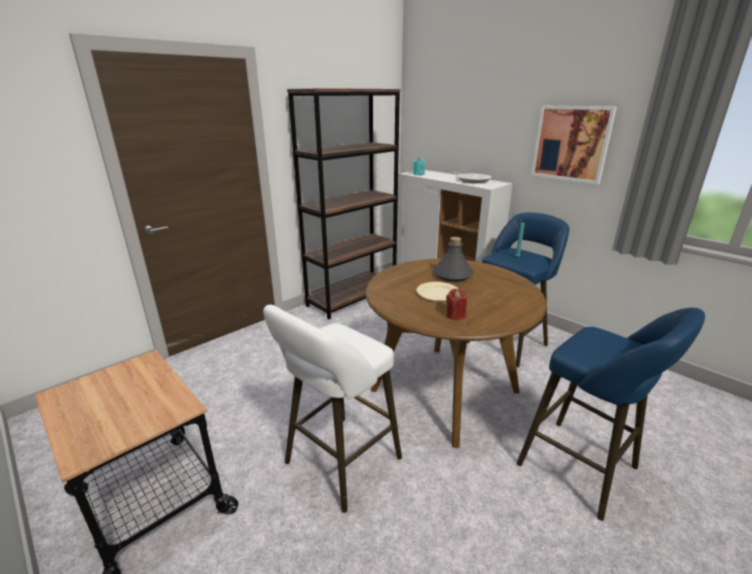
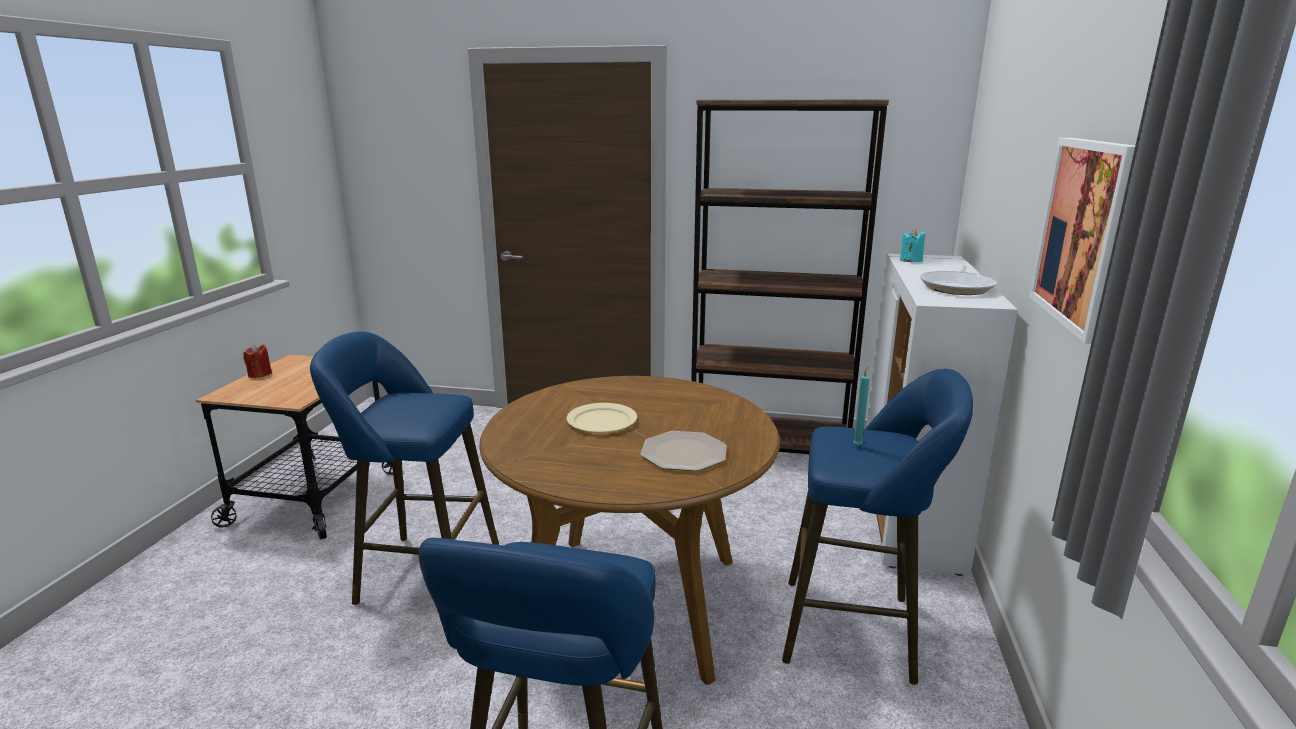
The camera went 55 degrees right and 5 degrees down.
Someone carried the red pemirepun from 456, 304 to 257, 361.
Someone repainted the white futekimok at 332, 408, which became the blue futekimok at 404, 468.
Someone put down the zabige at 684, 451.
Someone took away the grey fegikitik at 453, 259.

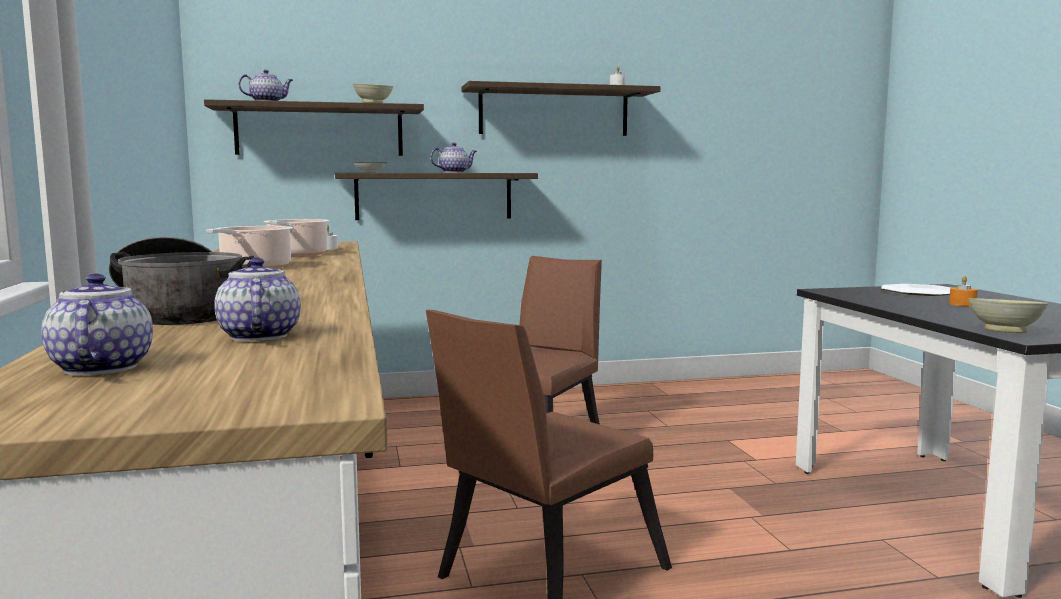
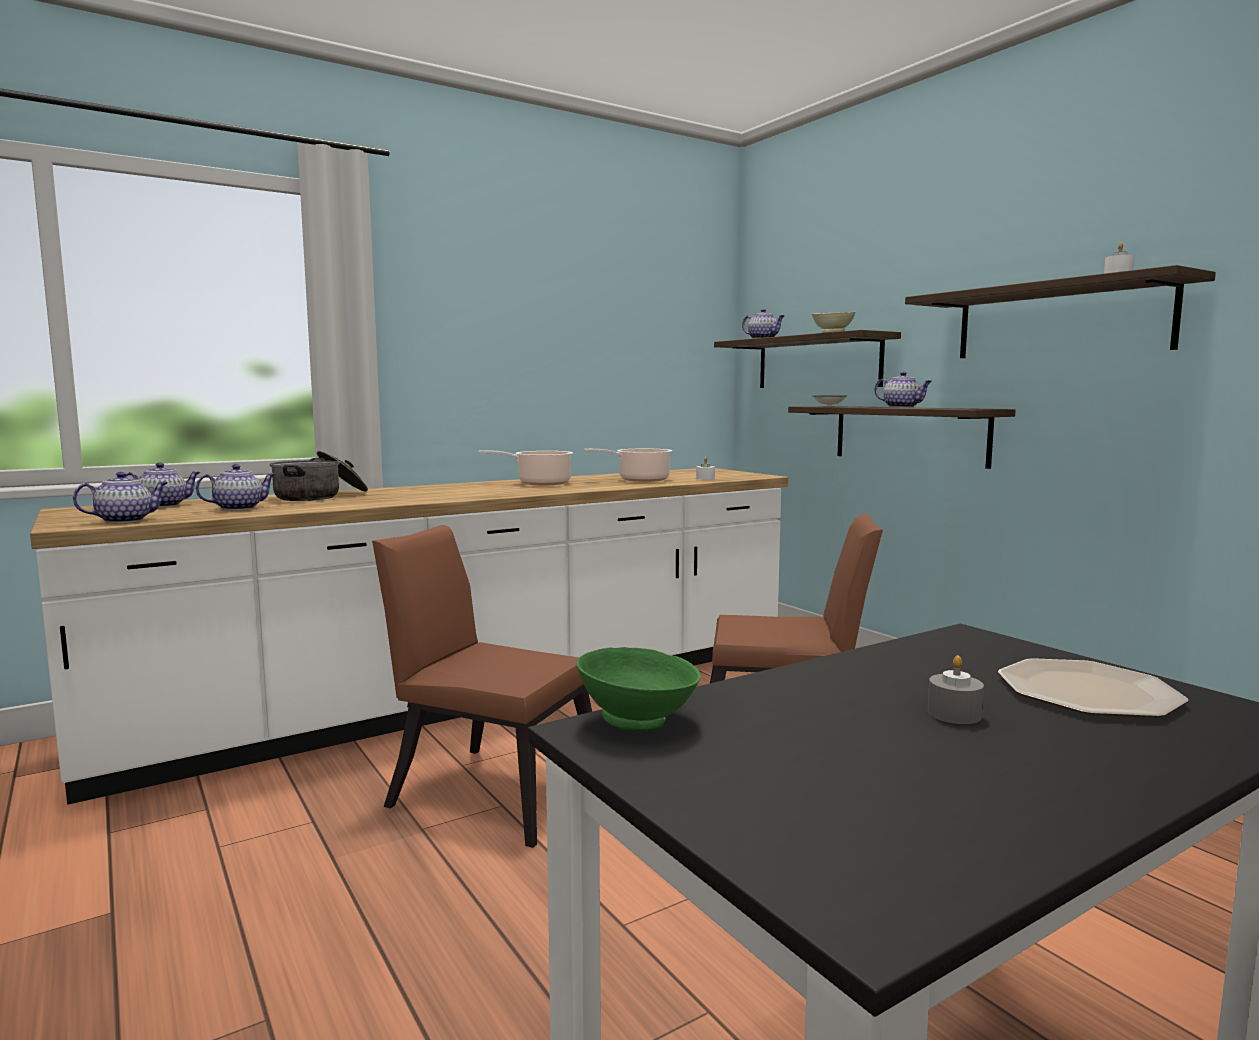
The camera went 70 degrees right and 0 degrees up.
Someone put down the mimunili at 120, 497.
Someone repainted the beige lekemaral at 1008, 315, which became the green lekemaral at 638, 689.
Someone repainted the orange pemirepun at 963, 291, which became the grey pemirepun at 956, 689.

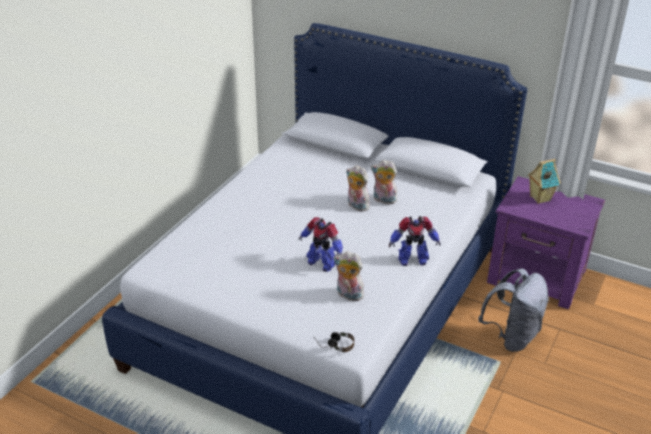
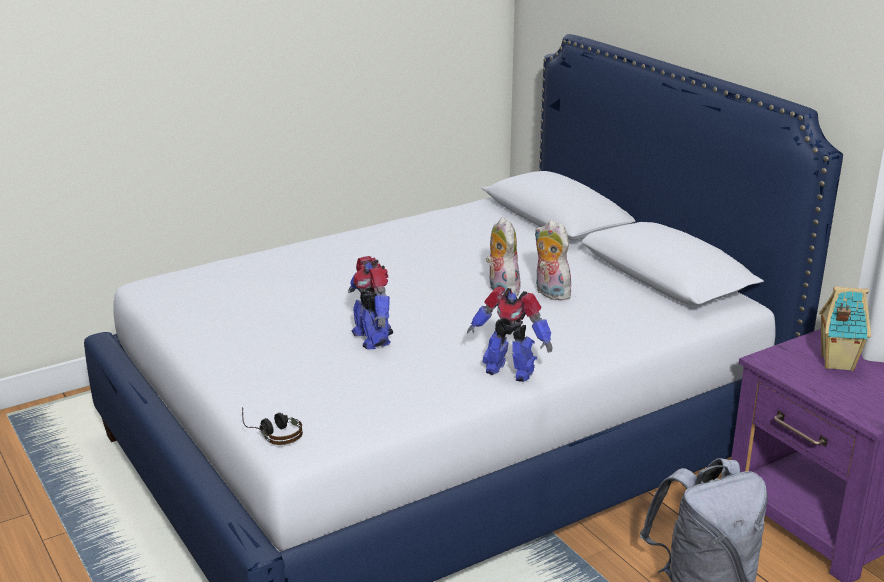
The camera went 30 degrees right and 10 degrees down.
Someone took away the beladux at 349, 276.

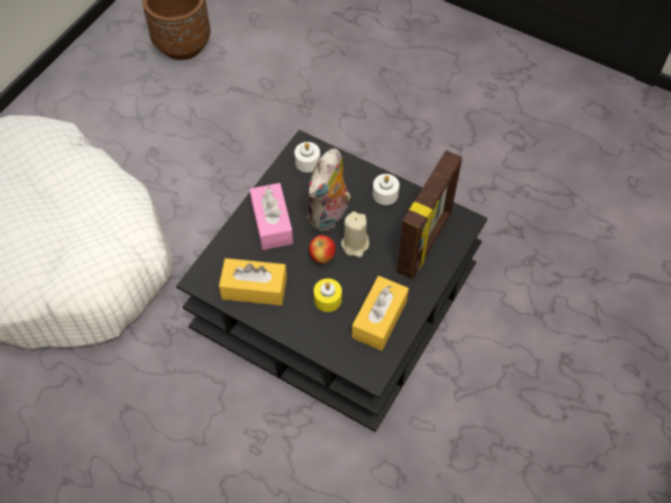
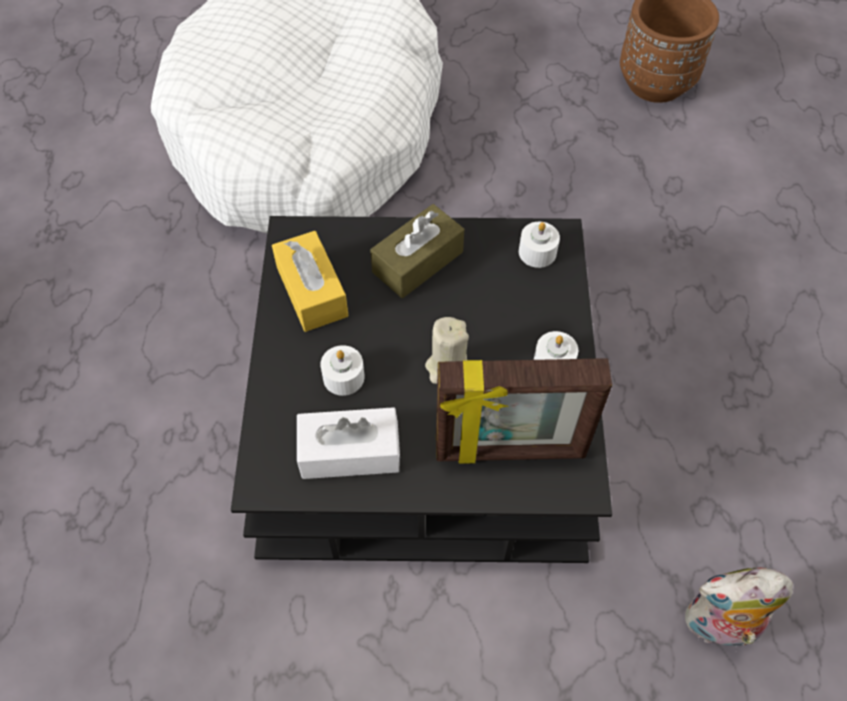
The camera went 60 degrees right and 0 degrees up.
Someone repainted the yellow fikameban at 380, 313, which became the white fikameban at 348, 443.
Someone repainted the yellow pemirepun at 328, 295, which became the white pemirepun at 343, 370.
Someone repainted the pink fikameban at 271, 216, which became the brown fikameban at 417, 251.
Someone carried the beladux from 329, 190 to 739, 607.
Someone took away the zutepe at 322, 249.

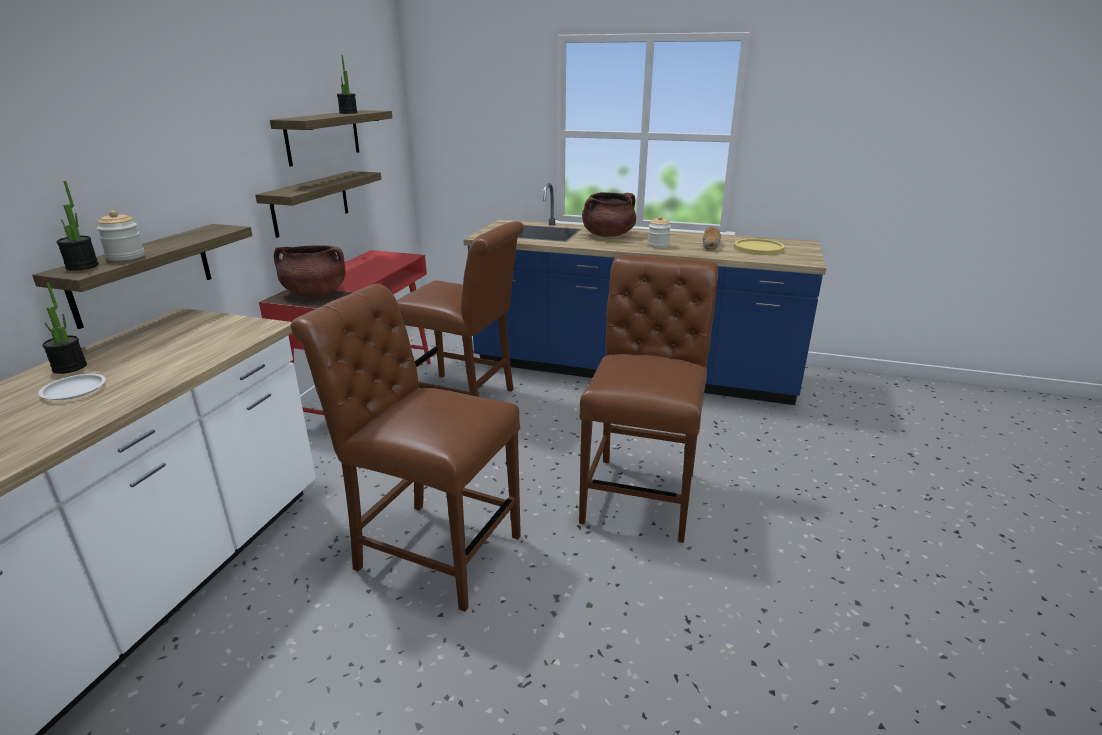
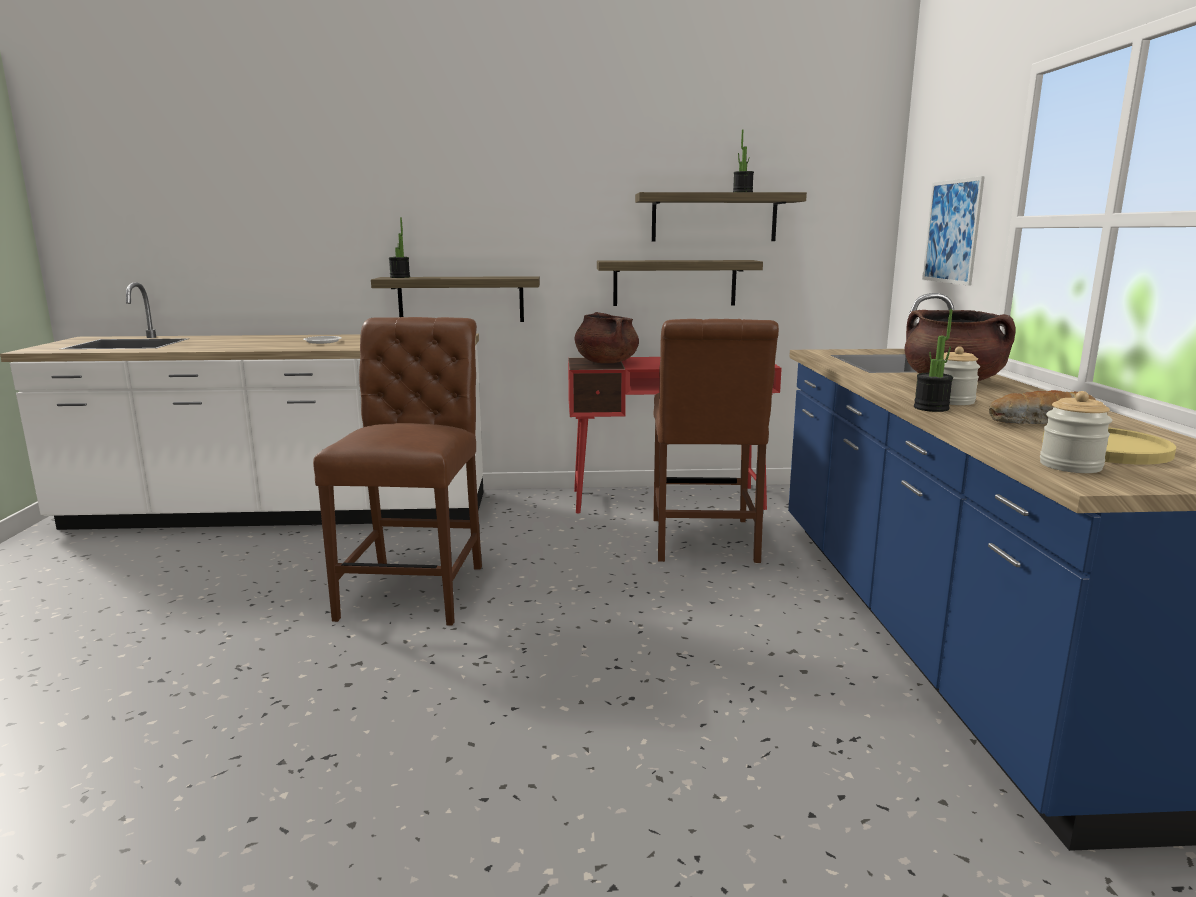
The camera went 70 degrees right and 10 degrees down.
Someone carried the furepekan from 65, 328 to 933, 360.
Someone put up the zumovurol at 953, 231.
Someone carried the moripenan from 121, 235 to 1076, 432.
Someone took away the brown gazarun at 648, 398.

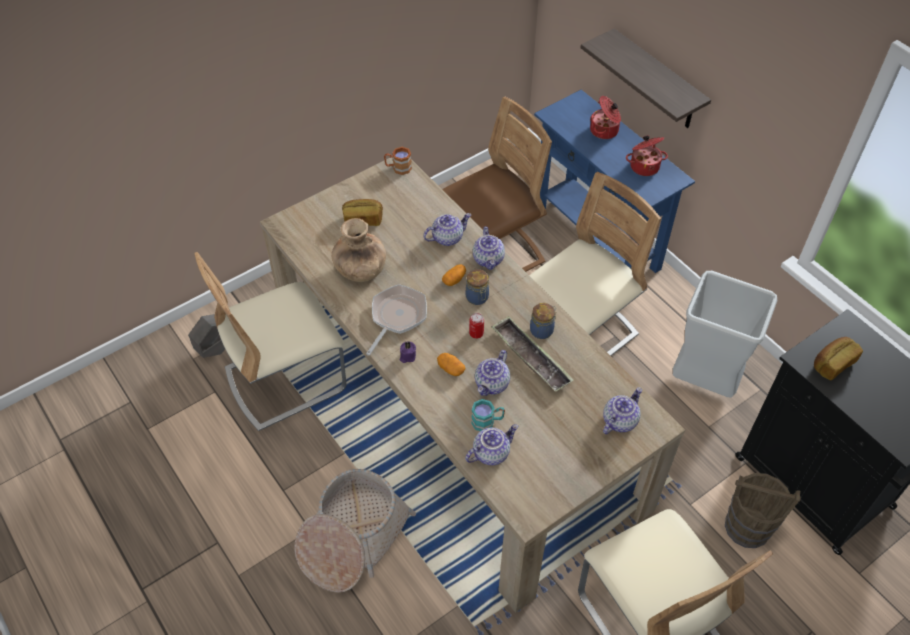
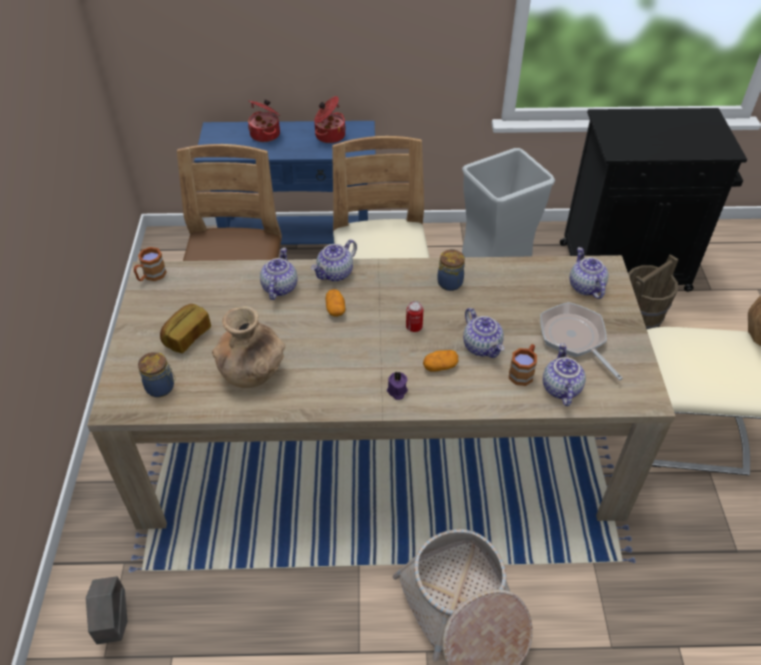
The camera went 55 degrees left and 5 degrees down.
Someone carried the moripenan from 477, 287 to 157, 374.
Someone rotated the mimunili at 489, 248 by 105 degrees clockwise.
Someone repainted the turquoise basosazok at 488, 415, which became the brown basosazok at 523, 365.
Someone carried the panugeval from 396, 320 to 581, 341.
Someone took away the beige gazarun at 270, 341.
Someone took away the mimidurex at 532, 354.
Someone took away the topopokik at 645, 78.
Someone took away the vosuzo at 838, 359.

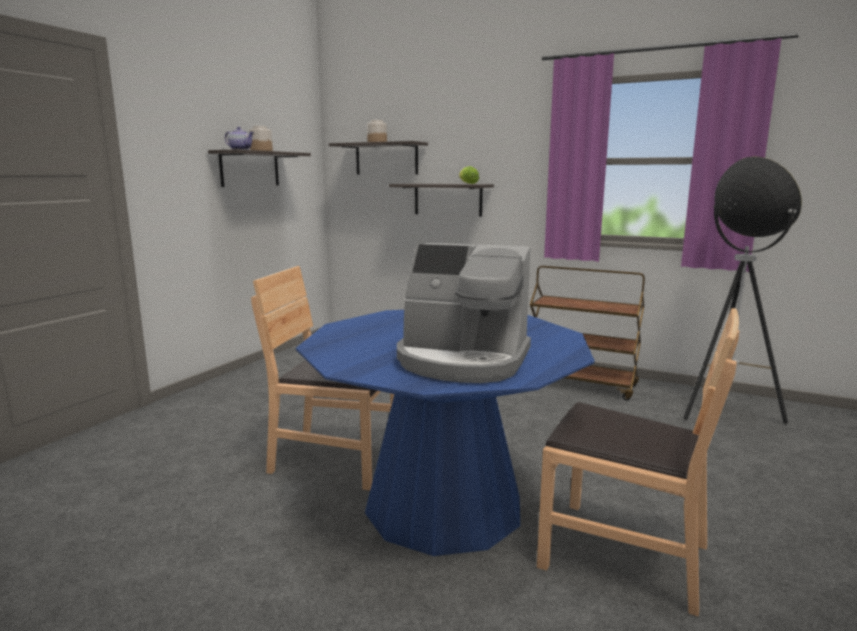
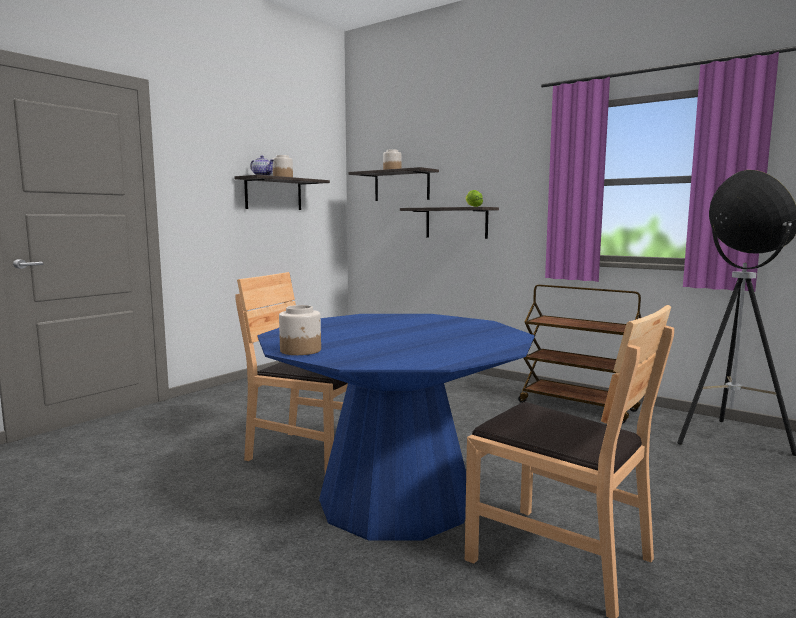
The camera went 10 degrees right and 5 degrees down.
Someone put down the moripenan at 300, 330.
Someone took away the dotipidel at 464, 313.

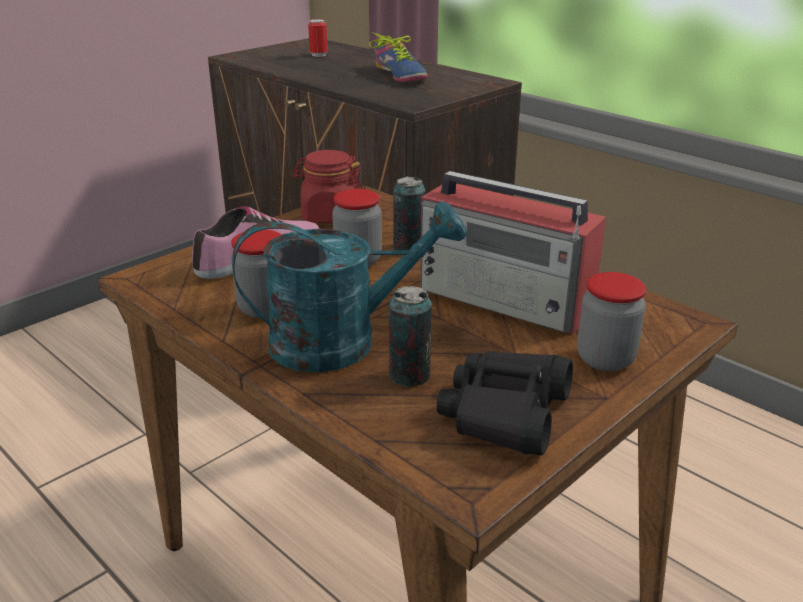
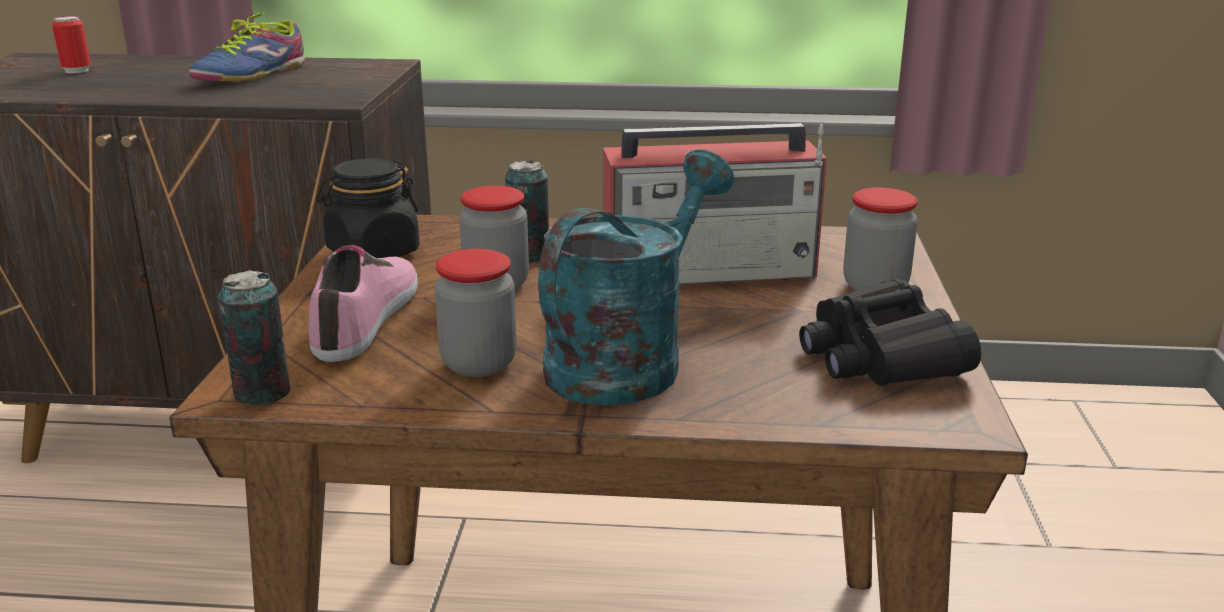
The camera went 40 degrees left and 5 degrees down.
Someone rotated the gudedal at 398, 57 by 90 degrees clockwise.
Someone carried the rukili from 410, 336 to 253, 337.
Someone repainted the red moripenan at 327, 186, which became the black moripenan at 368, 208.

